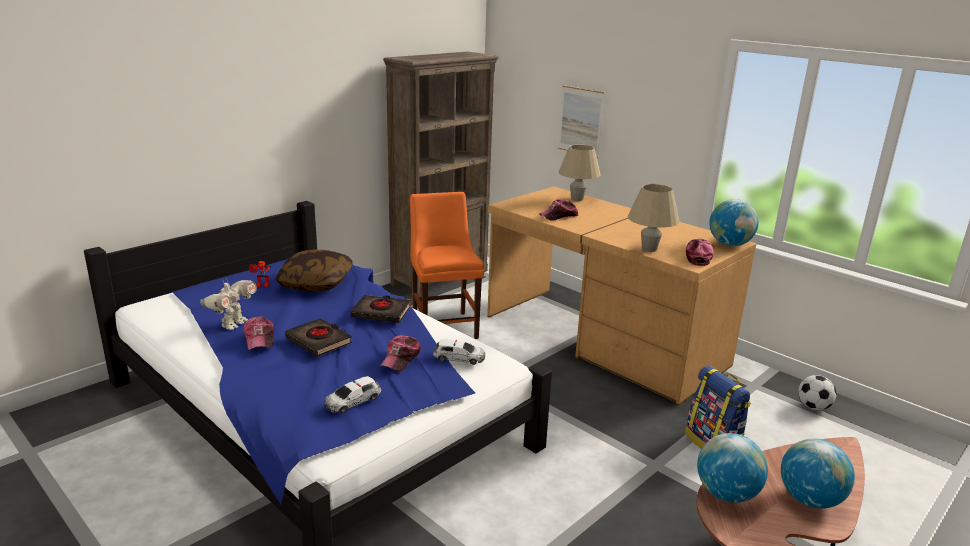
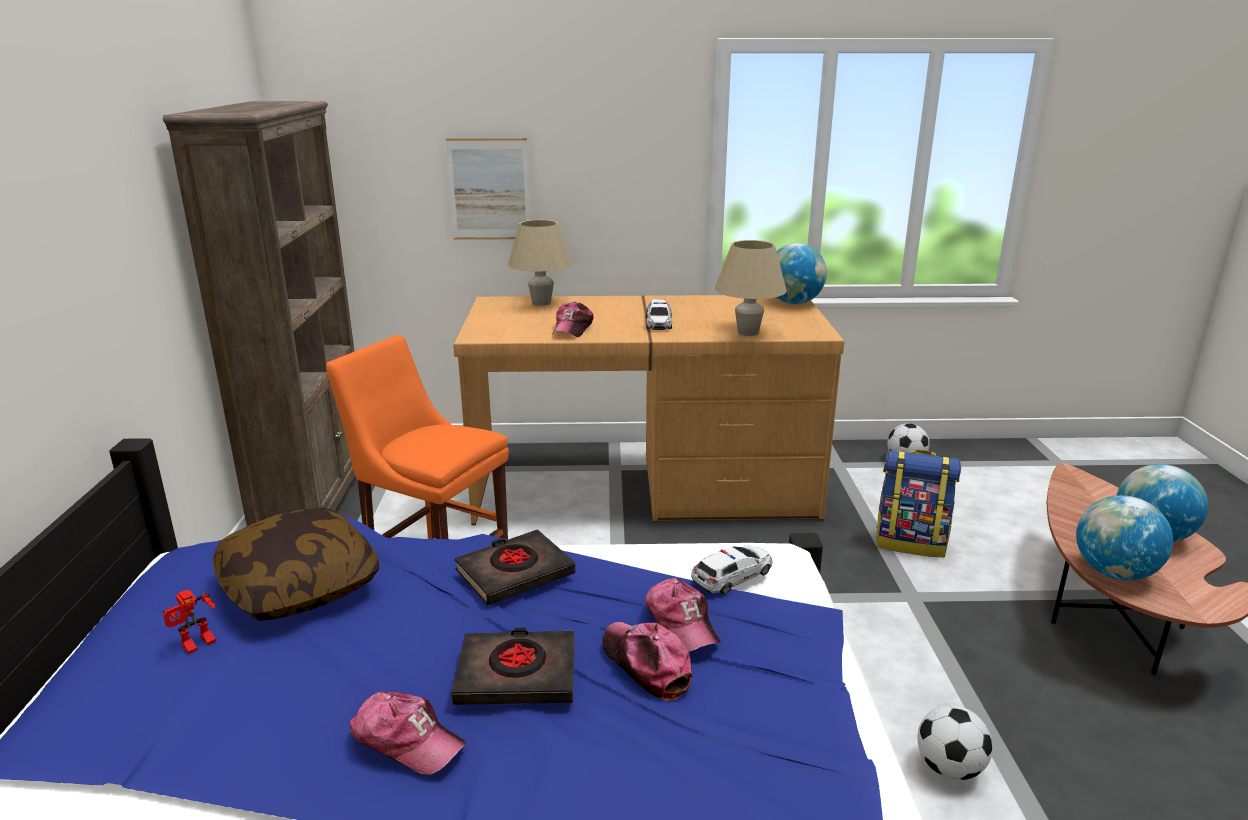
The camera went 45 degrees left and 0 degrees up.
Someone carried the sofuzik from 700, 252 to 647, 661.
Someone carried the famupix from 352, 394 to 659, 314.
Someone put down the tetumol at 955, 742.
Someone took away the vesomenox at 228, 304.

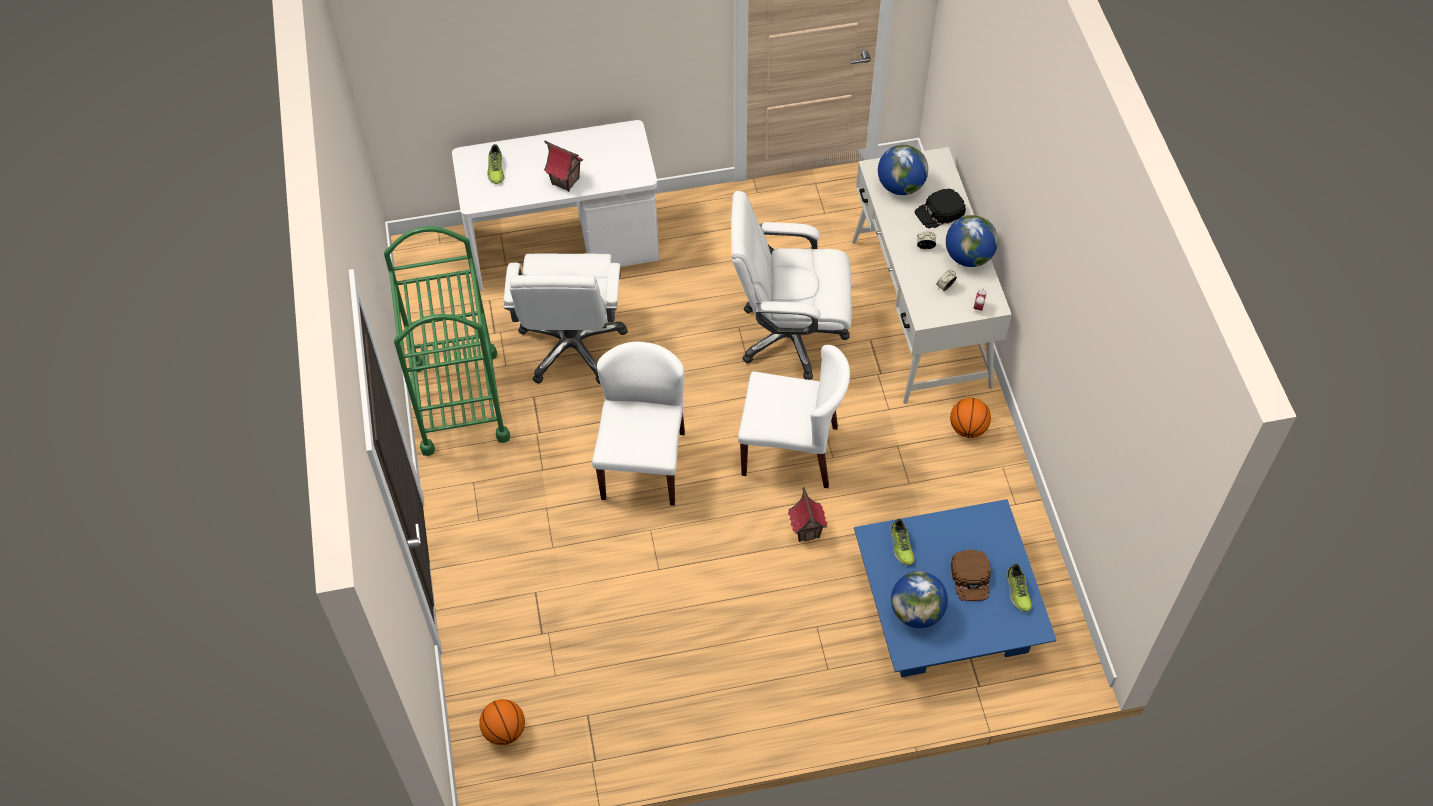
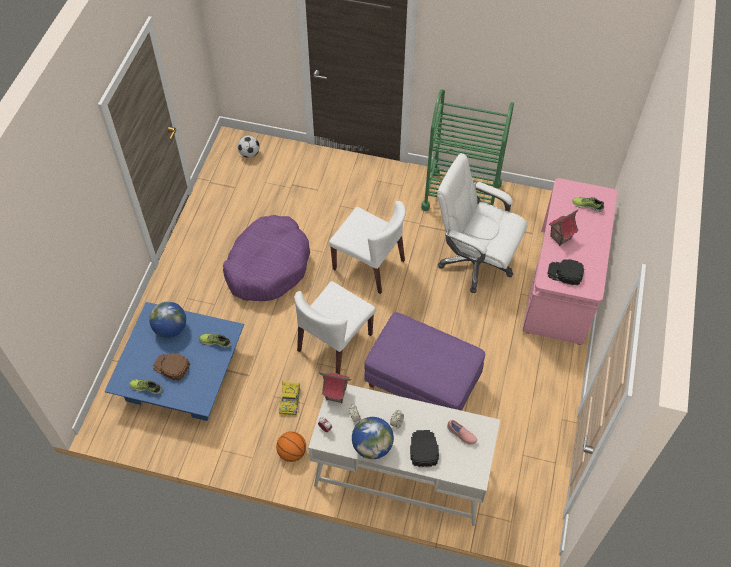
The camera went 115 degrees right and 0 degrees up.
Someone put down the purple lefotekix at 266, 258.
Someone swapped the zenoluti at 502, 722 for the tetumol at 249, 146.
Someone put down the famupix at 289, 398.
Someone carried the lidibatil from 807, 514 to 335, 388.
Someone swapped the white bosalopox at 791, 285 for the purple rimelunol at 424, 361.
Someone swapped the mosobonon at 903, 170 for the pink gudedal at 462, 432.
Someone repainted the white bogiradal at 555, 205, which became the pink bogiradal at 570, 261.
Someone put down the black sofuzik at 565, 272.

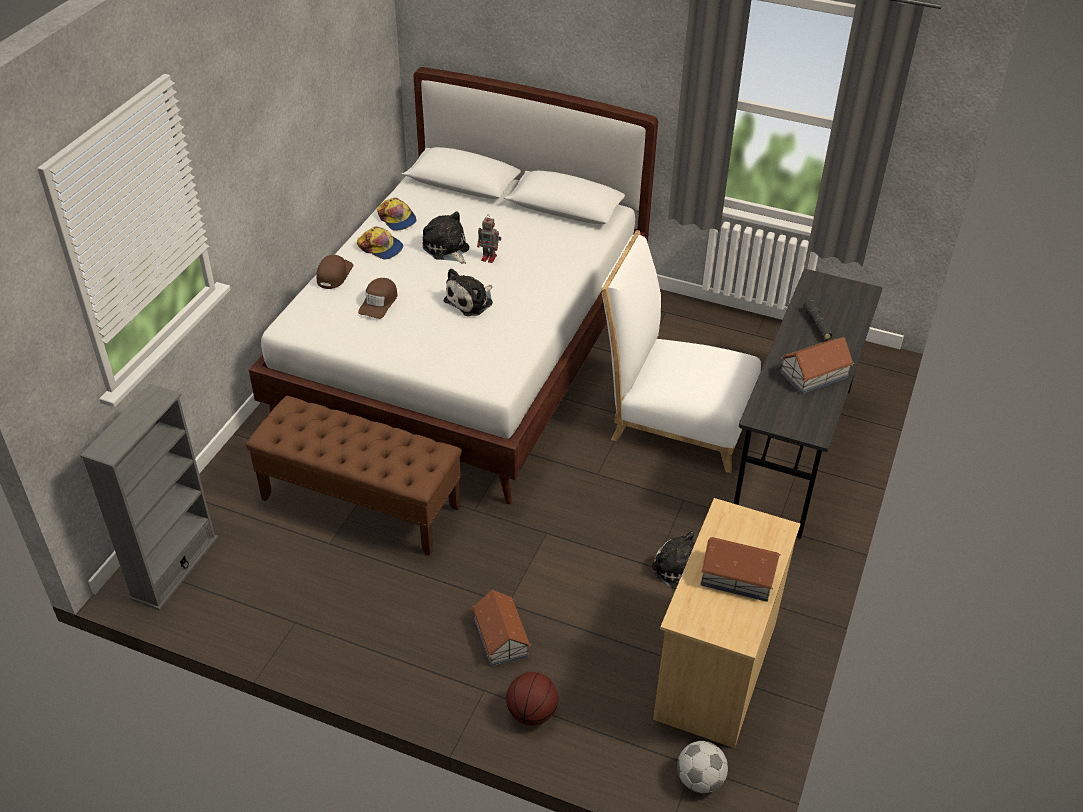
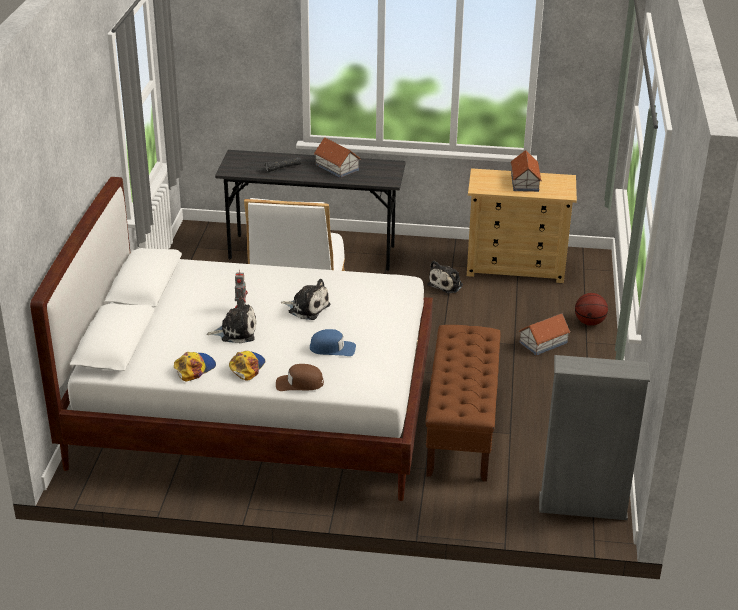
The camera went 105 degrees left and 10 degrees down.
Someone rotated the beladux at 446, 237 by 135 degrees counterclockwise.
Someone repainted the brown sofuzik at 377, 298, which became the blue sofuzik at 333, 342.
Someone took away the tetumol at 702, 767.

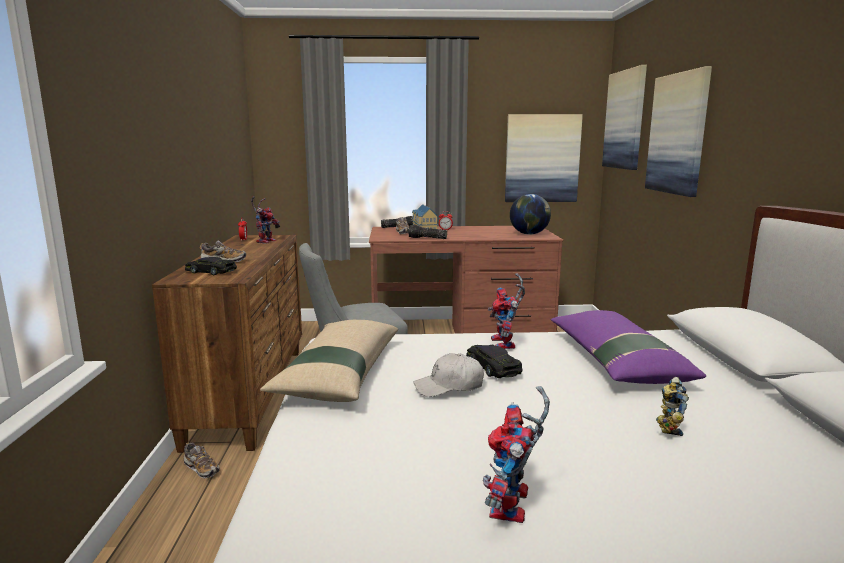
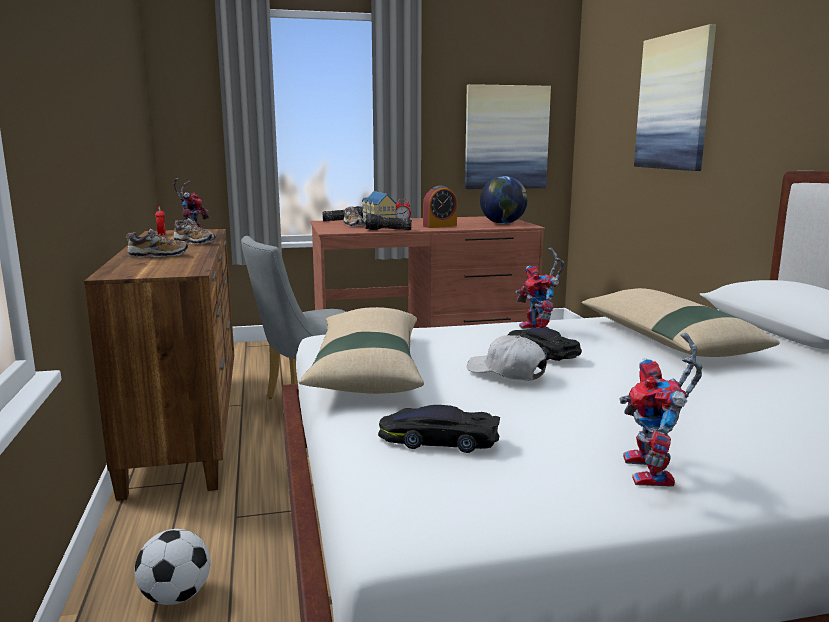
The camera went 10 degrees left and 0 degrees up.
Someone put down the tetumol at 172, 567.
Someone carried the gudedal from 202, 460 to 195, 231.
Someone carried the black famupix from 211, 266 to 439, 429.
Someone put down the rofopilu at 440, 206.
Someone rotated the white sofuzik at 449, 375 by 60 degrees clockwise.
Someone repainted the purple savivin at 628, 347, which became the beige savivin at 681, 322.
Someone took away the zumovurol at 624, 117.
Someone took away the vesomenox at 672, 406.

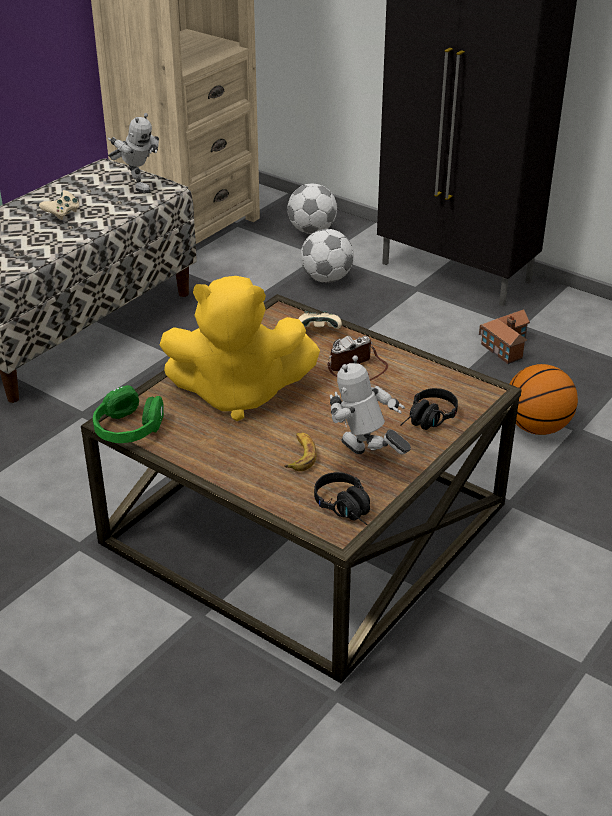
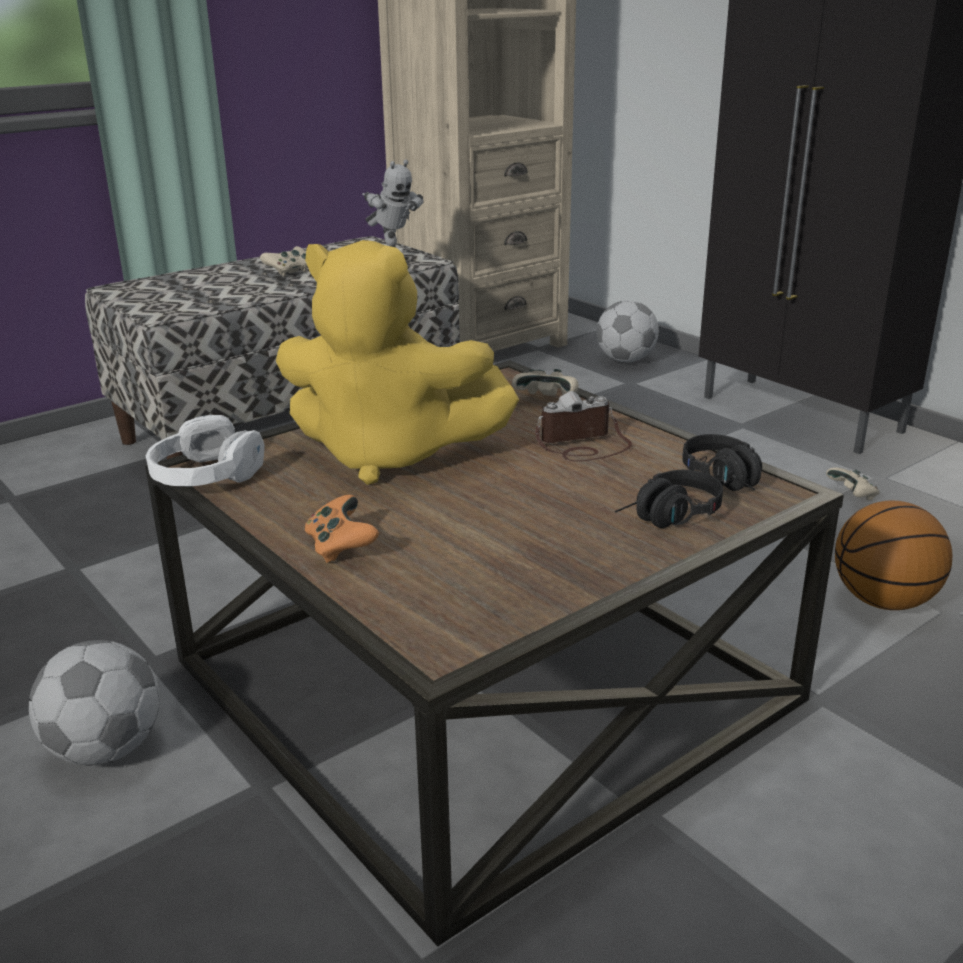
The camera went 15 degrees right and 10 degrees down.
Someone carried the tetumol from 327, 256 to 94, 703.
Someone repainted the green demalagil at 128, 414, which became the white demalagil at 205, 450.
Someone put down the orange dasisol at 342, 529.
Someone carried the black demalagil from 342, 498 to 722, 462.
Someone swapped the lidibatil at 504, 336 for the beige dasisol at 852, 483.
Someone took away the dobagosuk at 300, 451.
Someone took away the vesomenox at 370, 404.

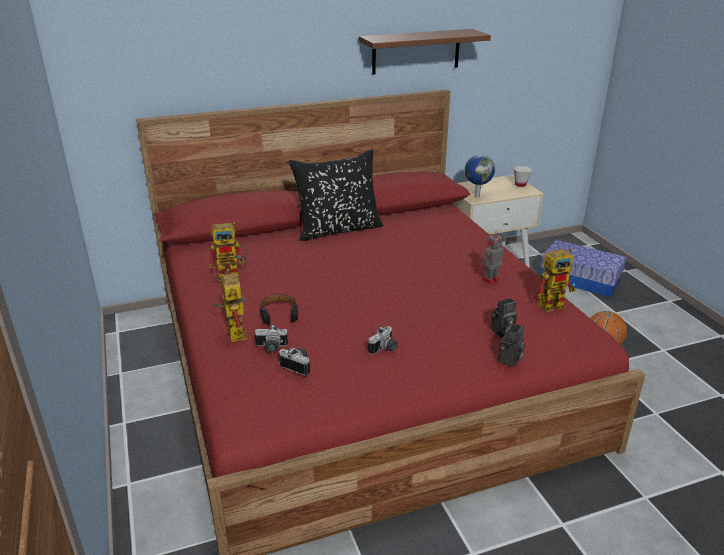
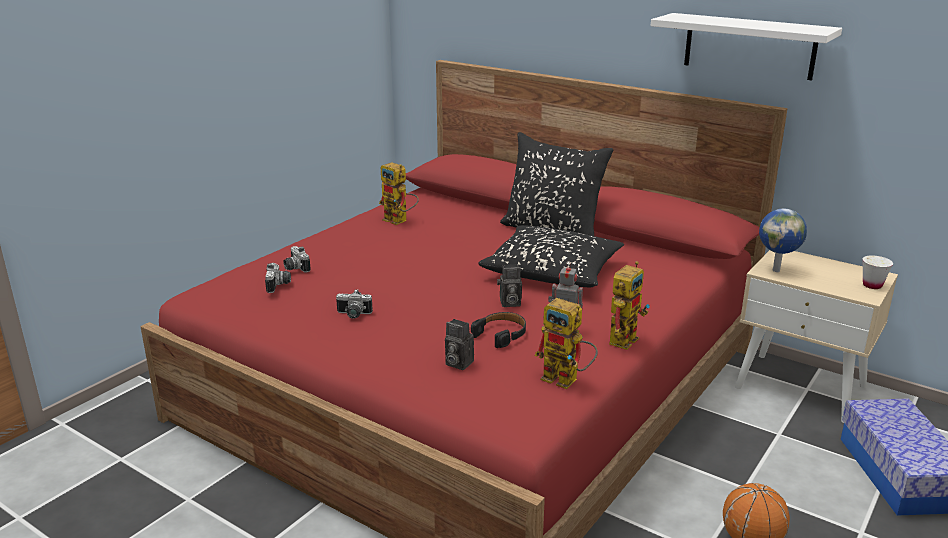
The camera went 55 degrees right and 5 degrees down.
Someone carried the black demalagil from 279, 310 to 498, 330.
Someone put down the black savivin at 551, 256.
Someone carried the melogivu from 511, 345 to 509, 285.
Someone carried the vesomenox from 230, 305 to 629, 305.
Someone repainted the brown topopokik at 425, 52, which became the white topopokik at 746, 46.

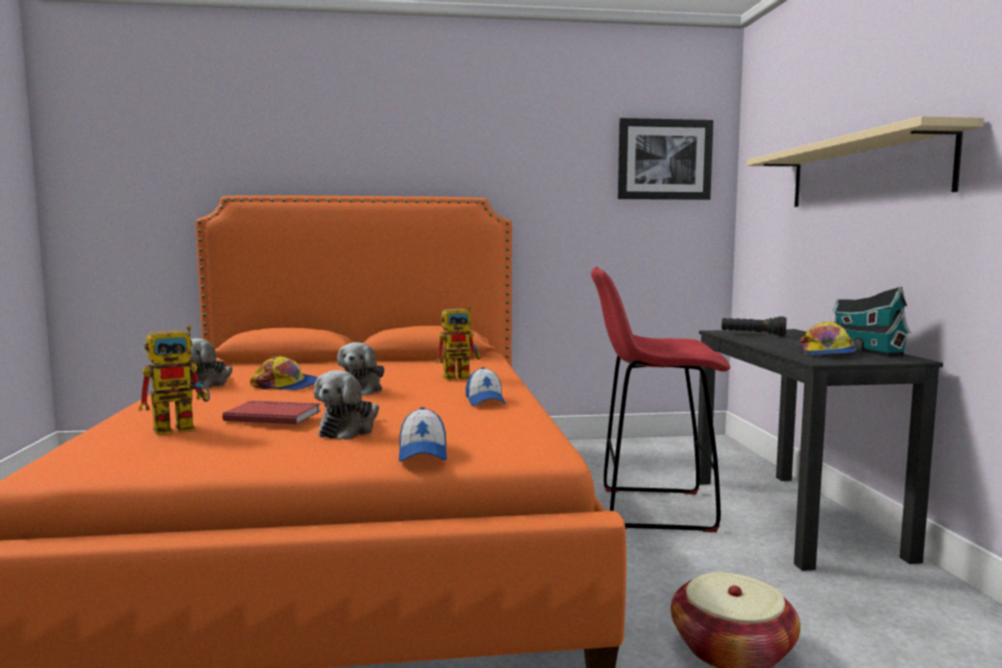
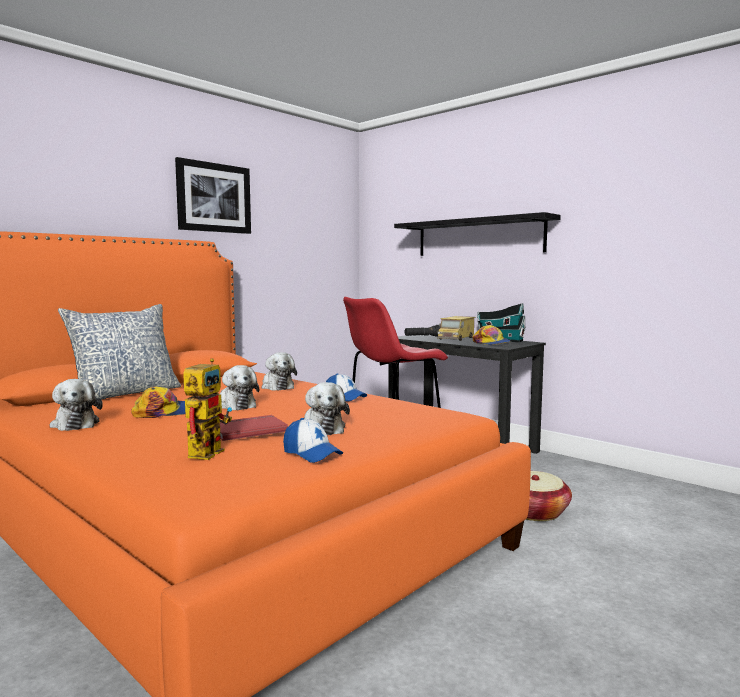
The camera went 40 degrees left and 0 degrees up.
Someone put down the savivin at 119, 351.
Someone carried the zumovurol from 665, 159 to 213, 195.
Someone swapped the vesomenox at 458, 343 for the beladux at 279, 371.
Someone carried the sofuzik from 423, 434 to 313, 440.
Someone repainted the beige topopokik at 865, 161, which became the black topopokik at 477, 234.
Someone put down the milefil at 456, 328.

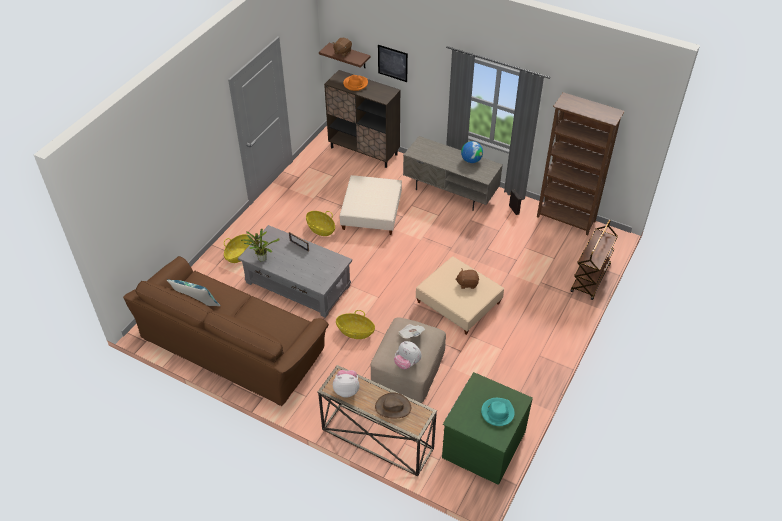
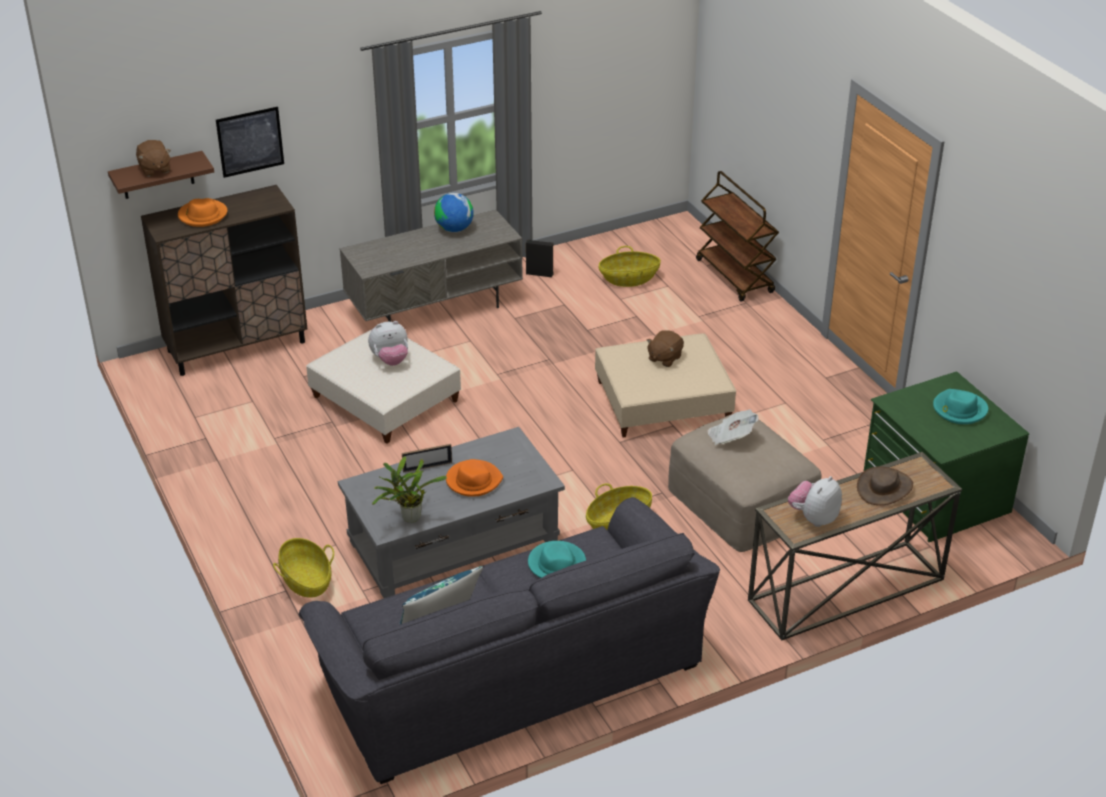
The camera went 55 degrees left and 10 degrees down.
Someone repainted the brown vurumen at 226, 331, which became the grey vurumen at 509, 640.
Someone carried the beladux from 407, 355 to 388, 343.
Someone put down the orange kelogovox at 474, 478.
Someone put down the turquoise kelogovox at 557, 559.
Someone carried the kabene from 320, 223 to 630, 266.
Someone took away the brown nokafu at 581, 163.

